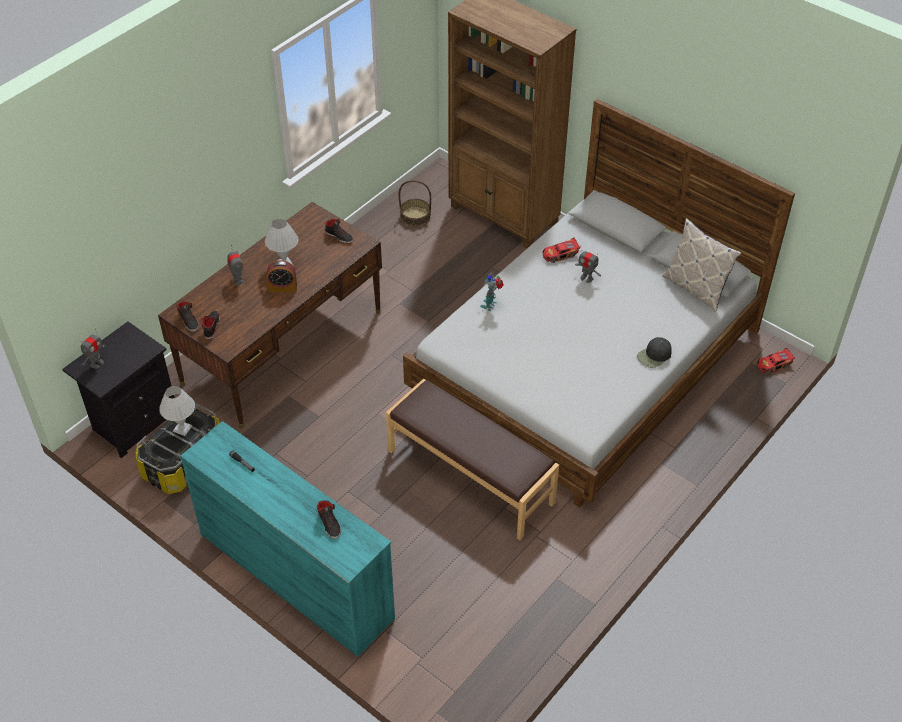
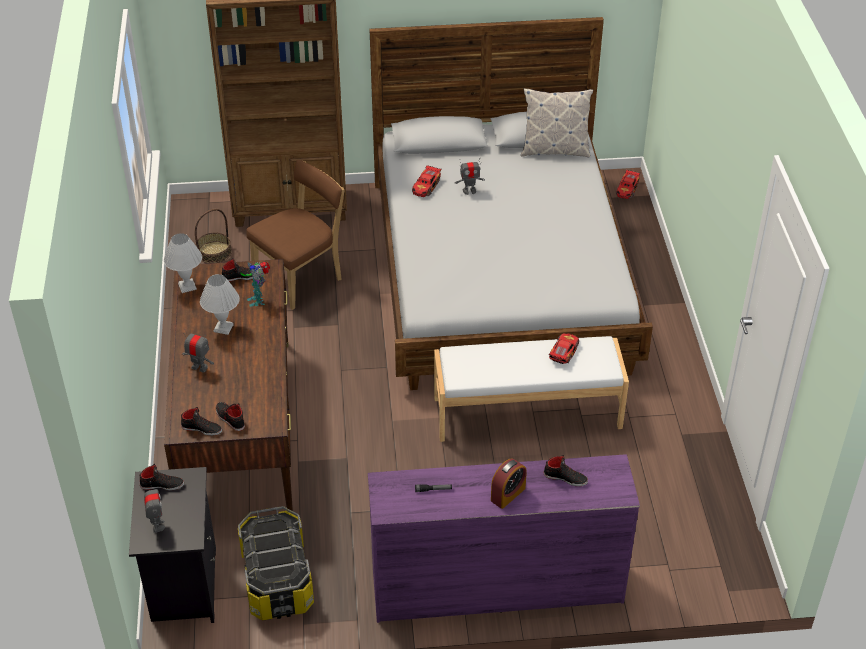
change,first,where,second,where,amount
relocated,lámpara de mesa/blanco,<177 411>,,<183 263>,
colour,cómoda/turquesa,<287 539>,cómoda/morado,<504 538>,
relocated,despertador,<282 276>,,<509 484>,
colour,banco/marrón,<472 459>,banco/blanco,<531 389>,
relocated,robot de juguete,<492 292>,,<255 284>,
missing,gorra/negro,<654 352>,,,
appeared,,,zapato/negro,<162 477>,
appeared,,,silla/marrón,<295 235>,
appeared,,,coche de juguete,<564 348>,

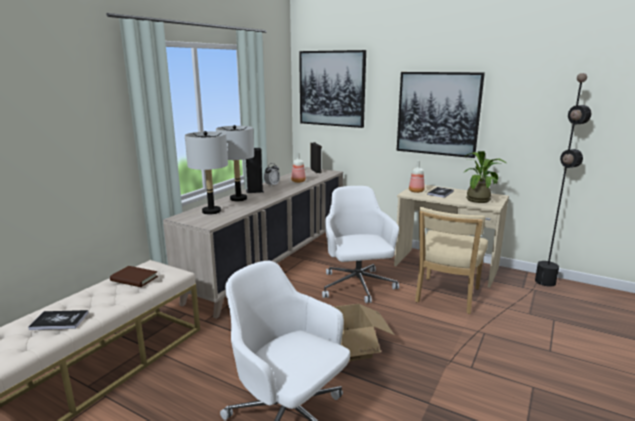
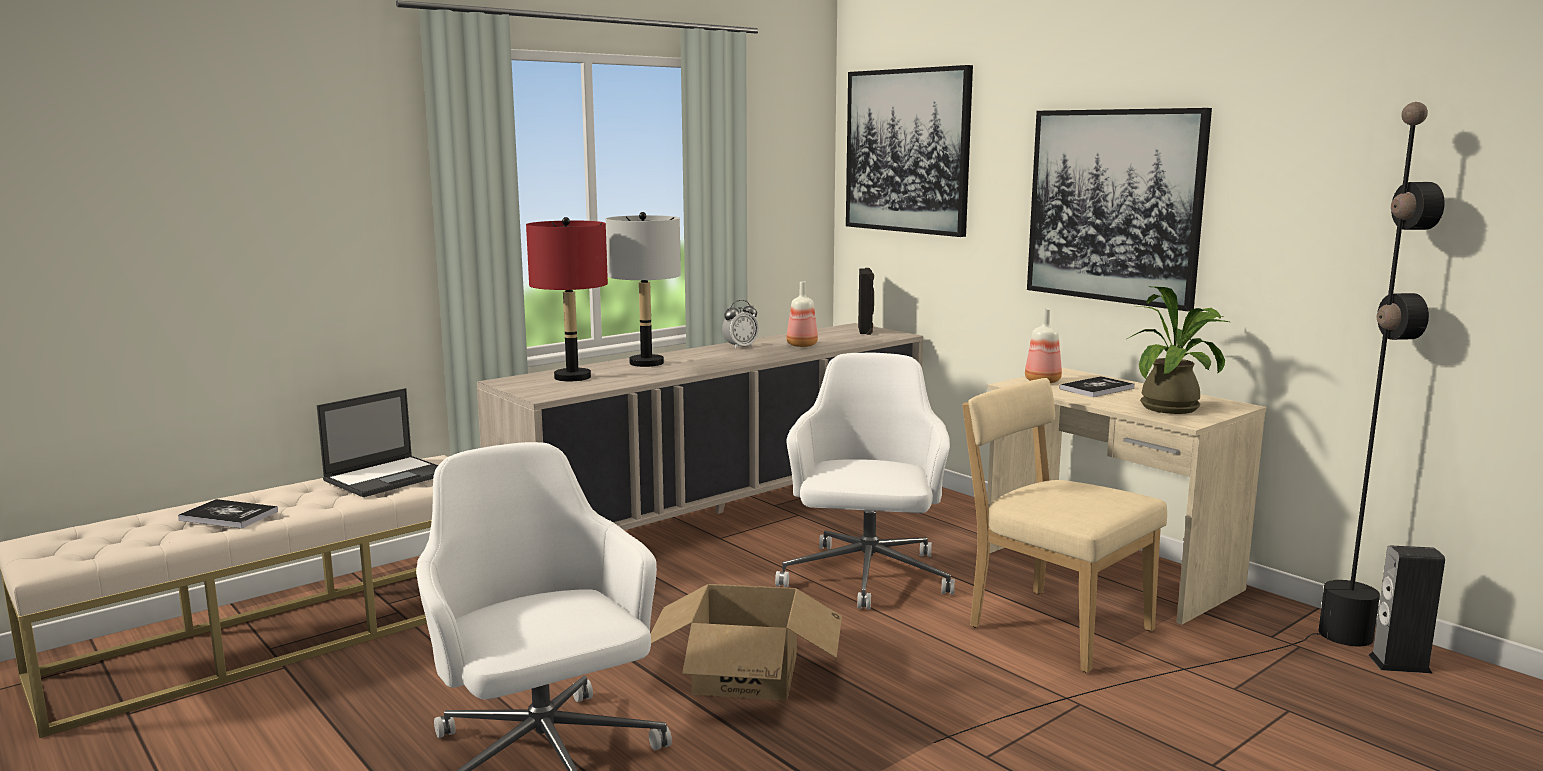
change,first,where,second,where,amount
exchanged,libro/marrón,<134 276>,portátil,<377 442>,
colour,lámpara de mesa/gris,<206 173>,lámpara de mesa/rojo,<567 299>,
relocated,altavoz,<255 170>,,<1406 609>,
spun,silla/beis,<451 260>,,<1064 525>,90 degrees clockwise

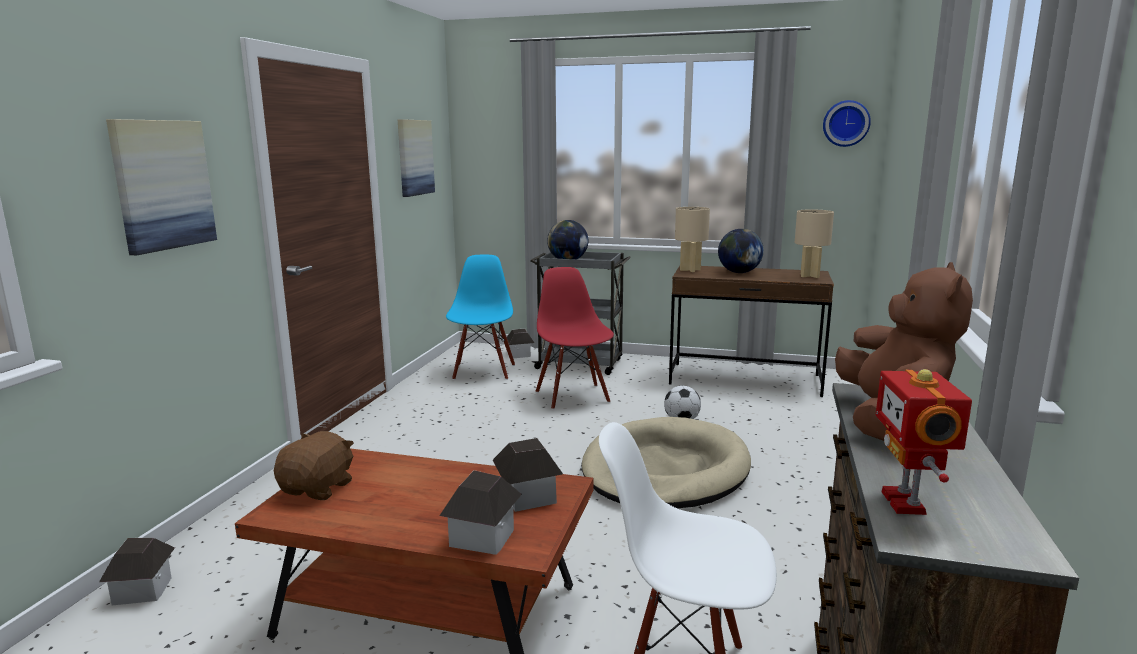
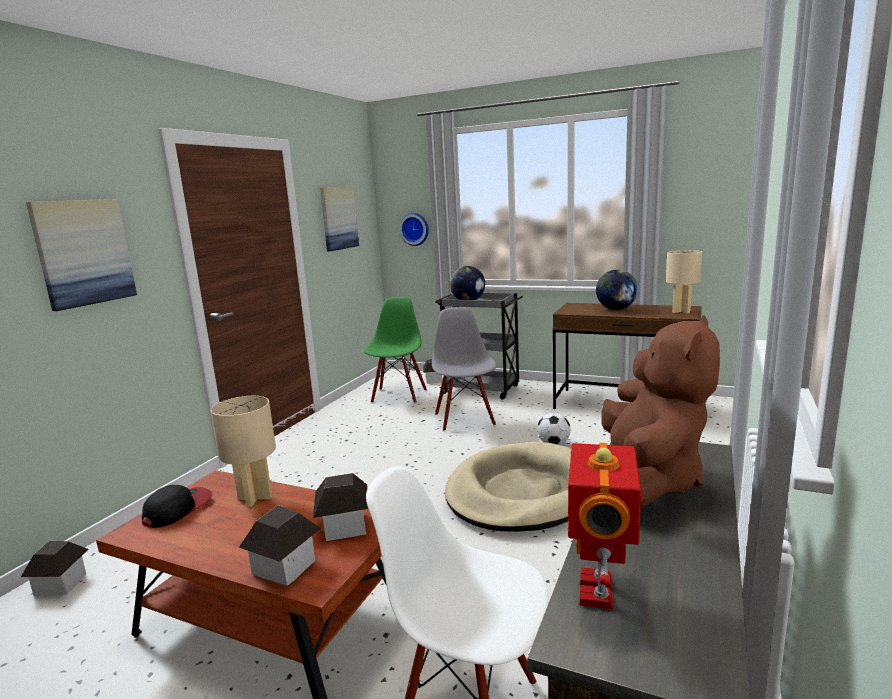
change,first,where,second,where,amount
exchanged,peluche/marrón,<314 465>,gorra,<177 506>,
colour,silla/azul,<480 317>,silla/verde,<395 350>,
colour,silla/rojo,<575 338>,silla/gris,<464 369>,
relocated,lámpara de mesa/beis,<692 239>,,<243 451>,
relocated,reloj de pared,<847 123>,,<414 229>,

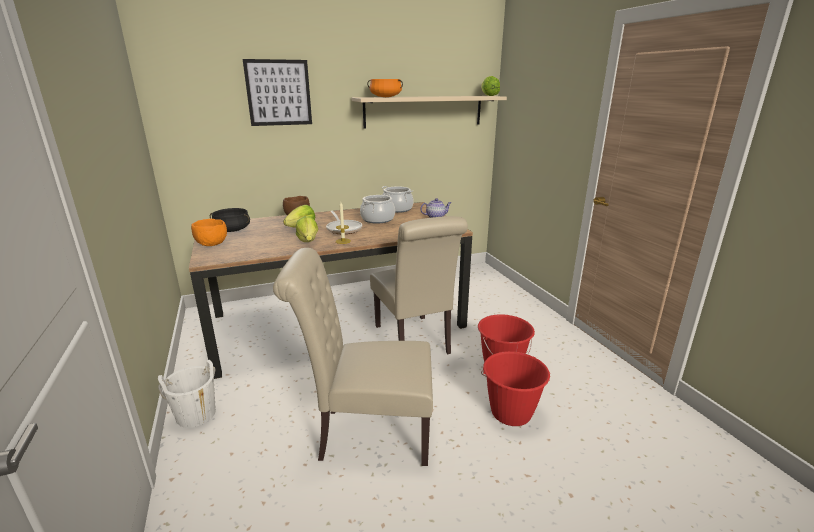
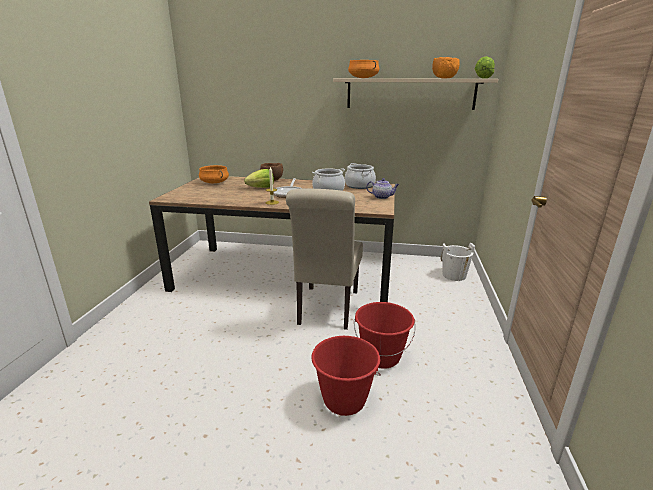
change,first,where,second,where,amount
relocated,cubo/blanco,<187 394>,,<458 262>,
relocated,cuenco/naranja,<209 232>,,<446 67>,
colour,olla/negro,<230 220>,olla/naranja,<214 174>,
missing,cuadro,<277 92>,,,
missing,silla/beis,<353 357>,,,
missing,lechuga,<307 229>,,,

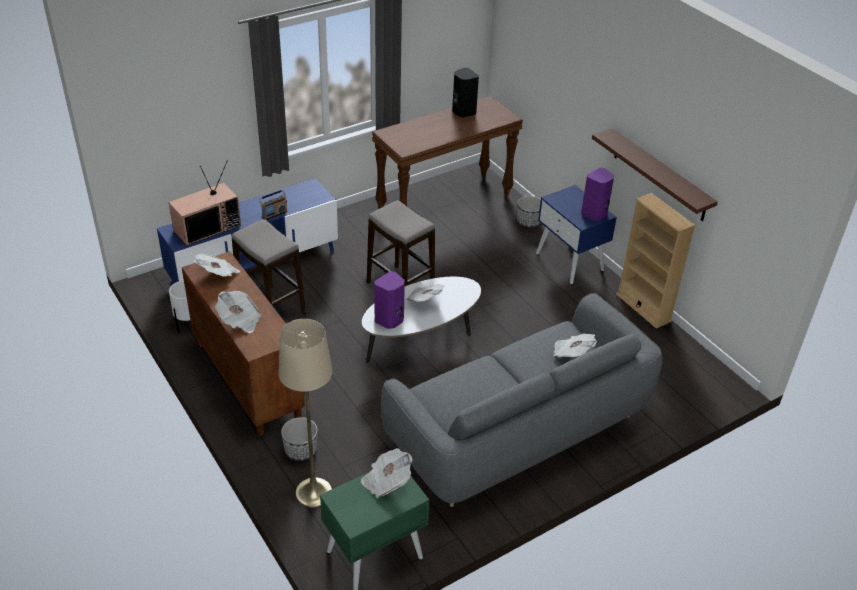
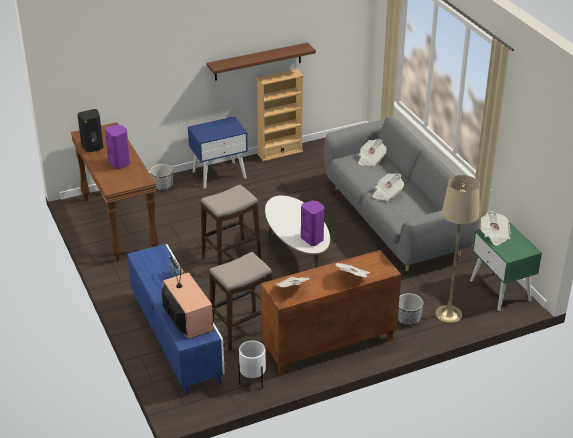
change,first,where,second,where,amount
relocated,periódico,<425 293>,,<388 187>,
relocated,altavoz/morado,<597 194>,,<117 147>,

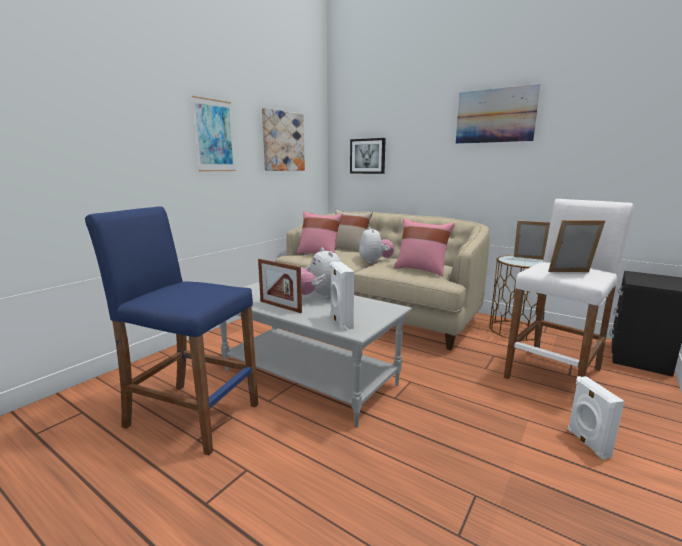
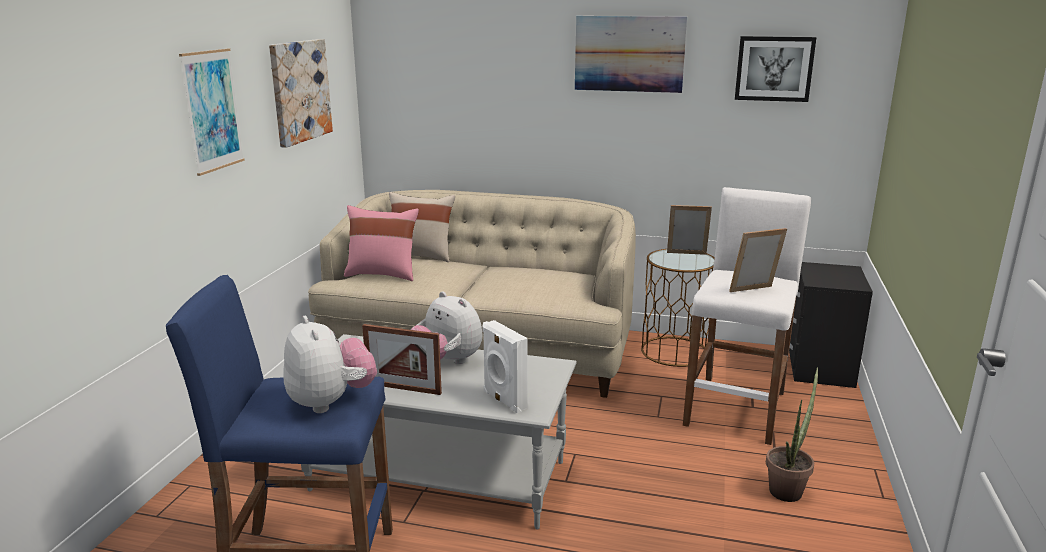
change,first,where,second,where,amount
relocated,cuadro,<368 156>,,<775 69>,
relocated,peluche,<376 245>,,<330 364>,
missing,cojín/rosa,<424 247>,,,
exchanged,altavoz/blanco,<596 418>,planta en maceta,<792 434>,

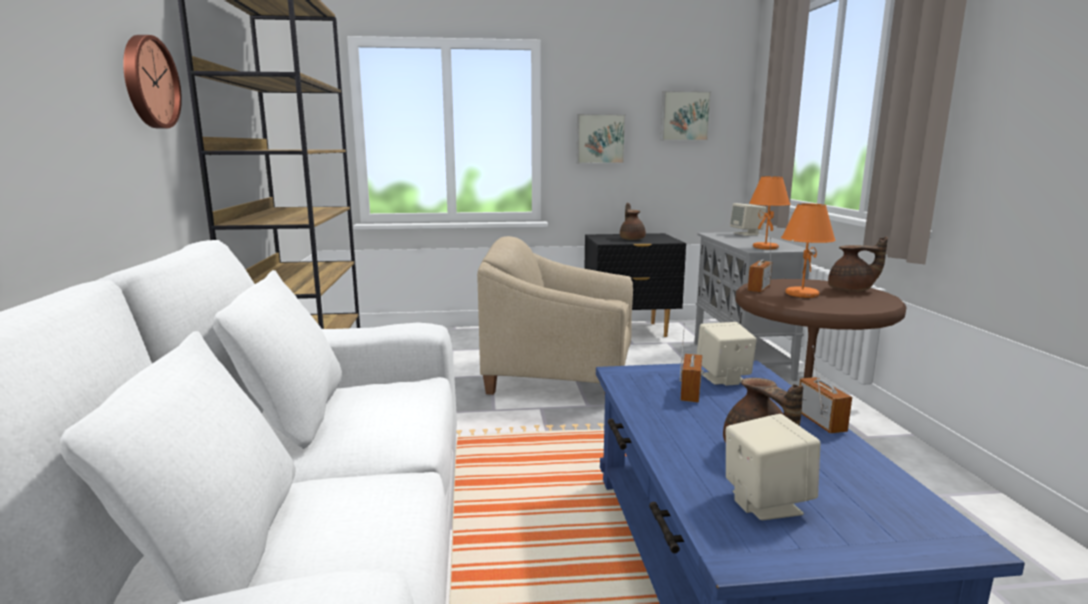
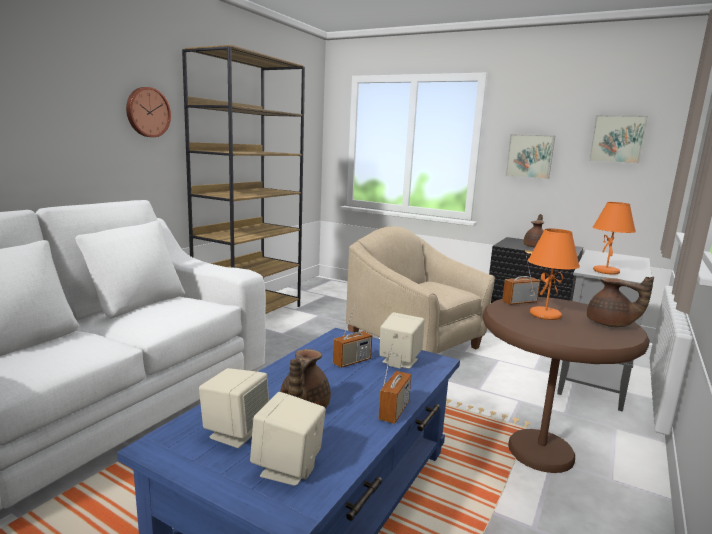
change,first,where,second,where,amount
relocated,altavoz/beis,<748 219>,,<288 439>,

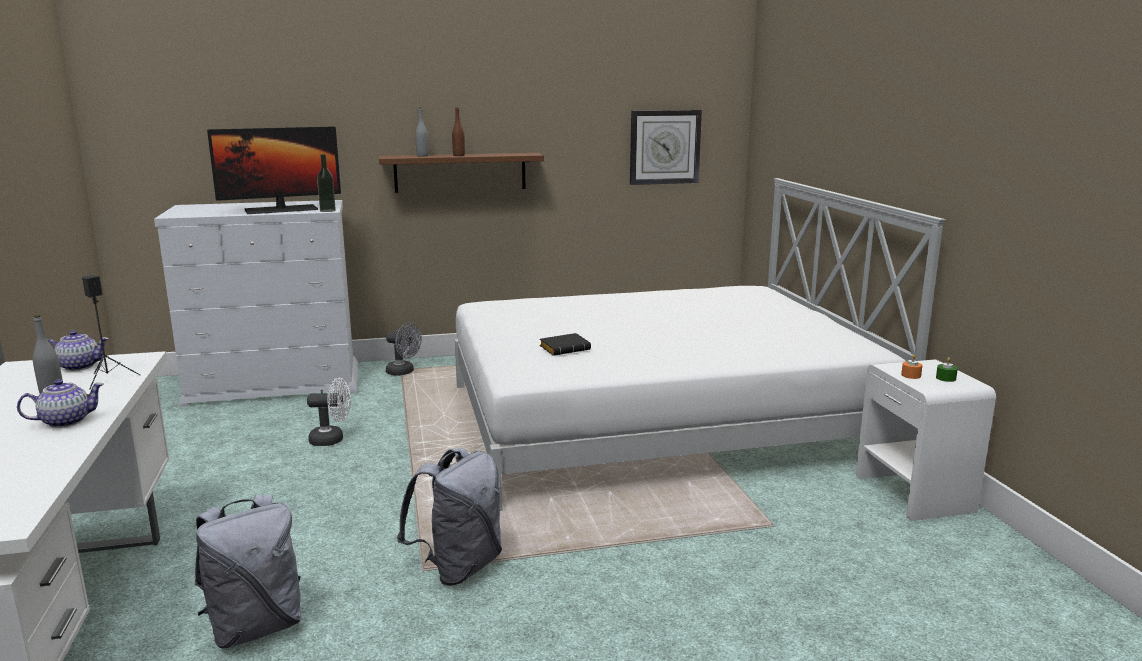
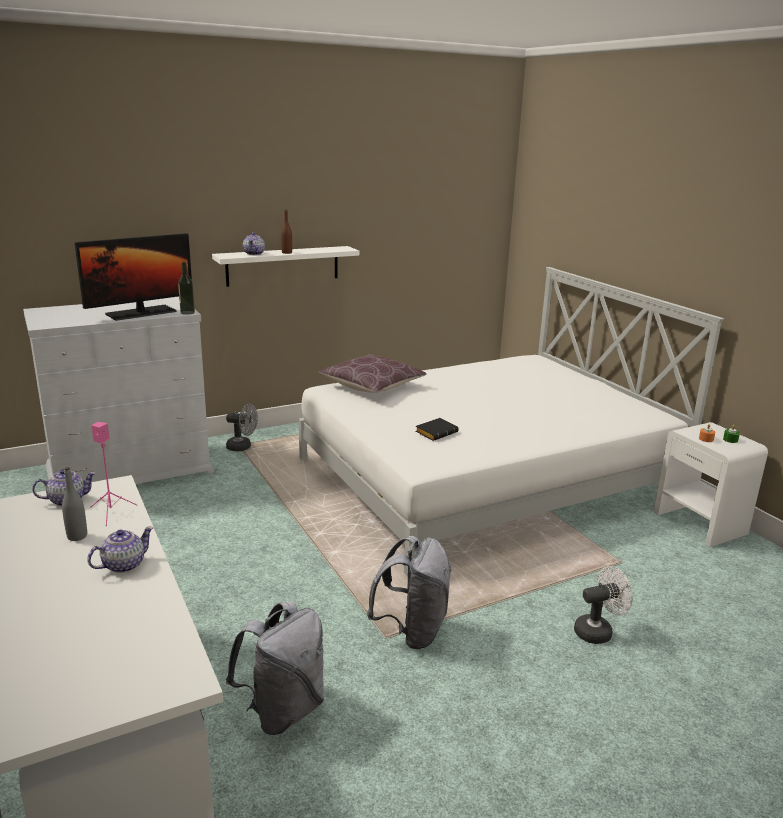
change,first,where,second,where,amount
colour,altavoz/negro,<111 332>,altavoz/rosa,<113 474>,
relocated,ventilador/blanco,<329 412>,,<603 605>,
colour,estante/marrón,<461 173>,estante/blanco,<285 266>,
exchanged,botella/gris,<422 132>,tetera,<254 243>,
missing,reloj de pared,<666 147>,,,
appeared,,,cojín/marrón,<372 374>,

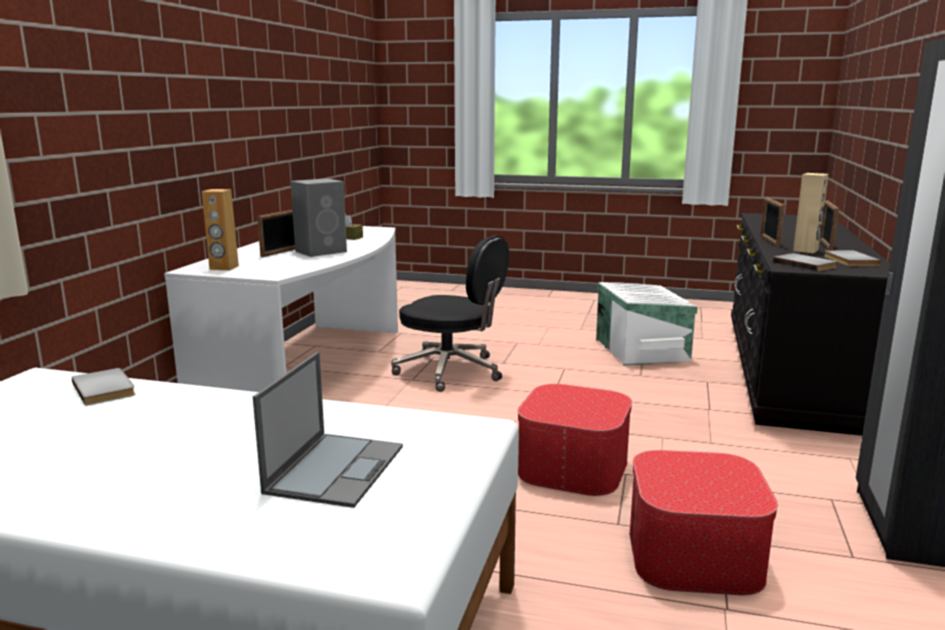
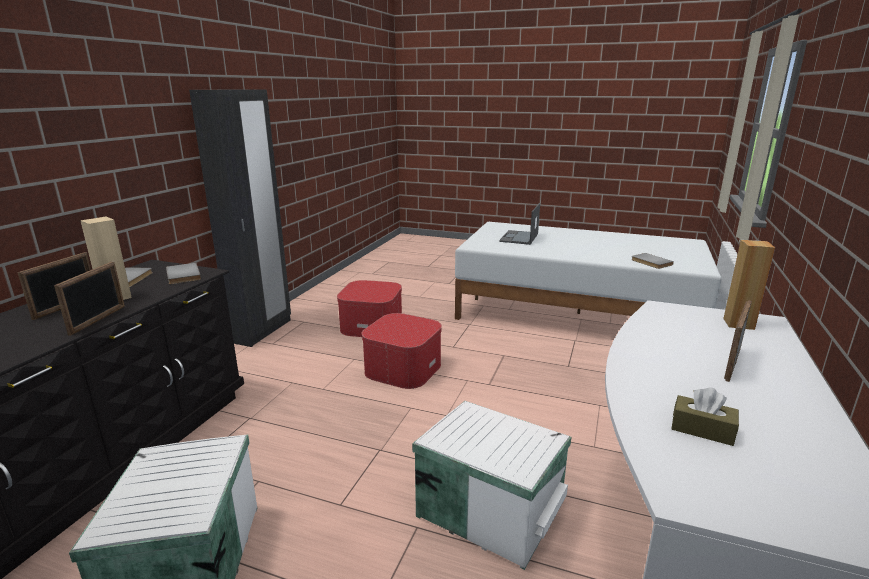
change,first,where,second,where,amount
missing,altavoz/gris,<319 217>,,,
exchanged,silla de oficina/negro,<450 313>,caja de almacenaje/blanco,<491 485>,

